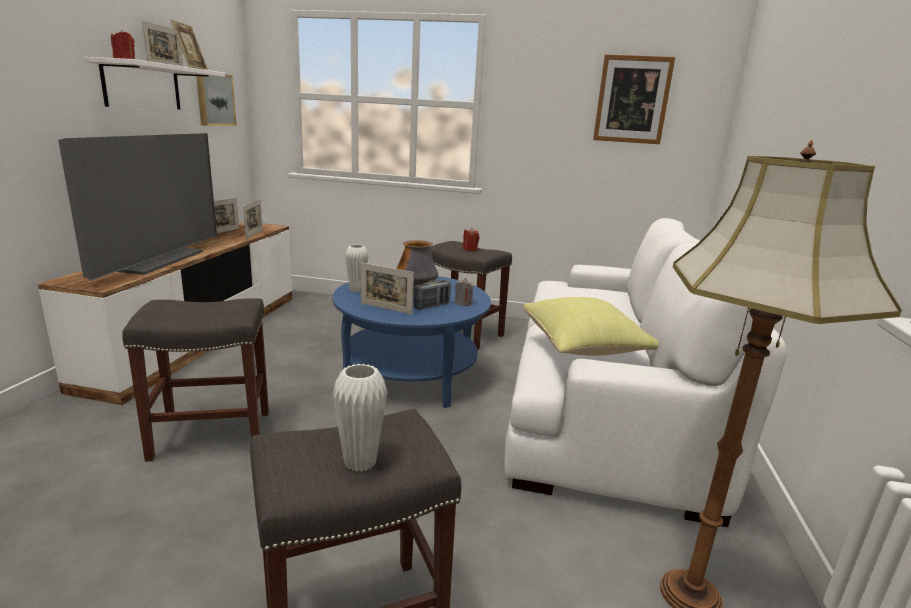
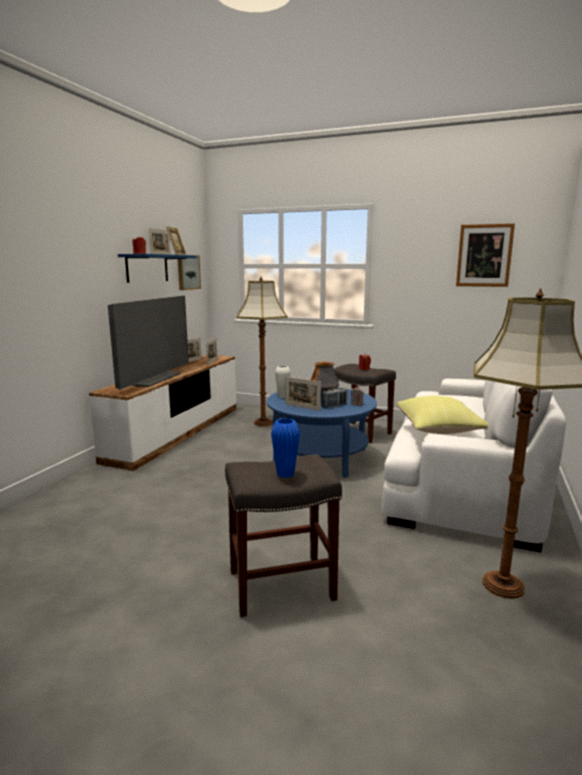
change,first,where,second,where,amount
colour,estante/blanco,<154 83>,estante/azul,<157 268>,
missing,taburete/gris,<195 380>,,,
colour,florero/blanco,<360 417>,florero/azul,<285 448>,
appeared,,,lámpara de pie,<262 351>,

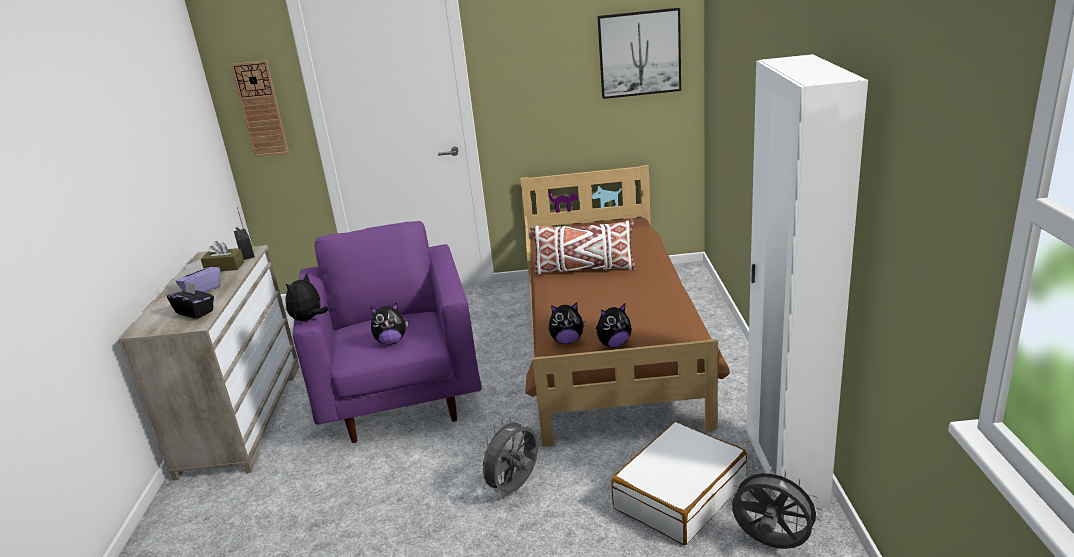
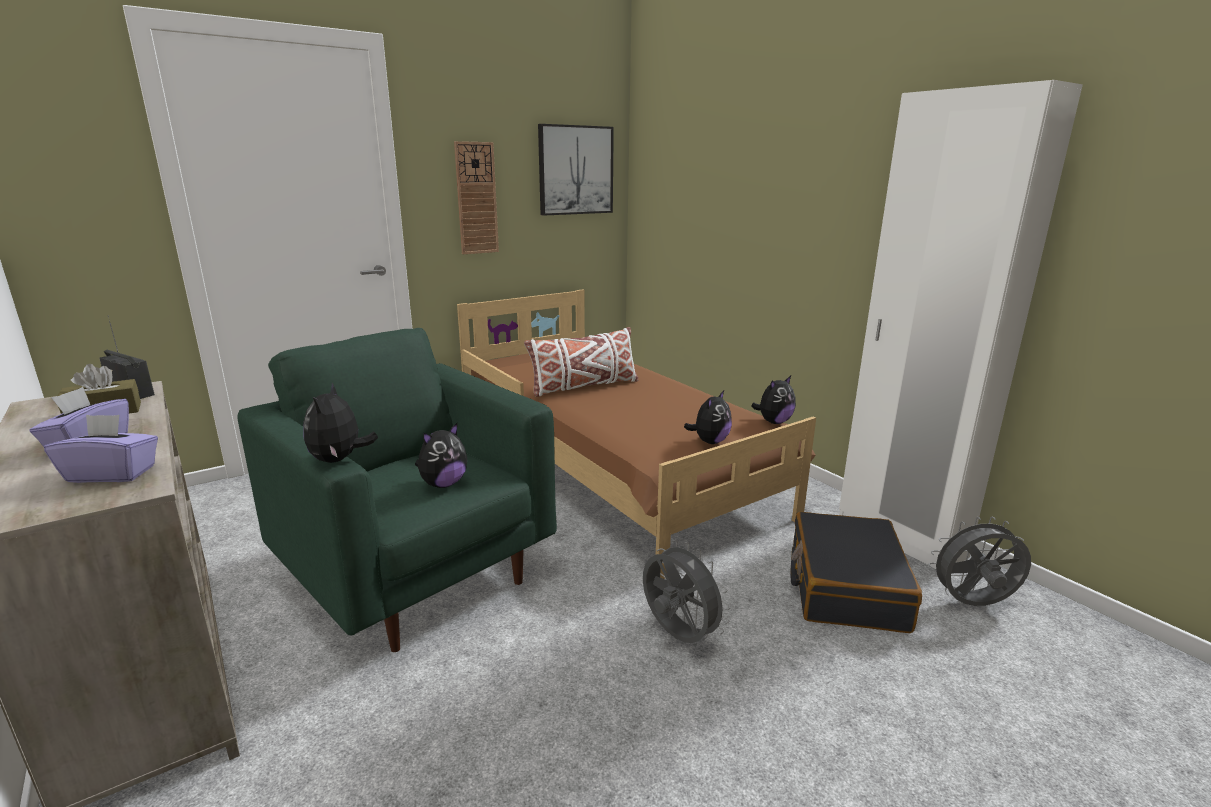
change,first,where,second,where,amount
colour,caja de pañuelos/negro,<190 300>,caja de pañuelos/morado,<101 448>,
relocated,reloj de pared,<260 108>,,<476 197>,
colour,sillón/morado,<387 332>,sillón/verde,<397 490>,
spun,ventilador/gris,<507 455>,,<687 591>,135 degrees clockwise
relocated,peluche,<567 323>,,<773 400>,
colour,maleta/blanco,<679 483>,maleta/negro,<856 572>,

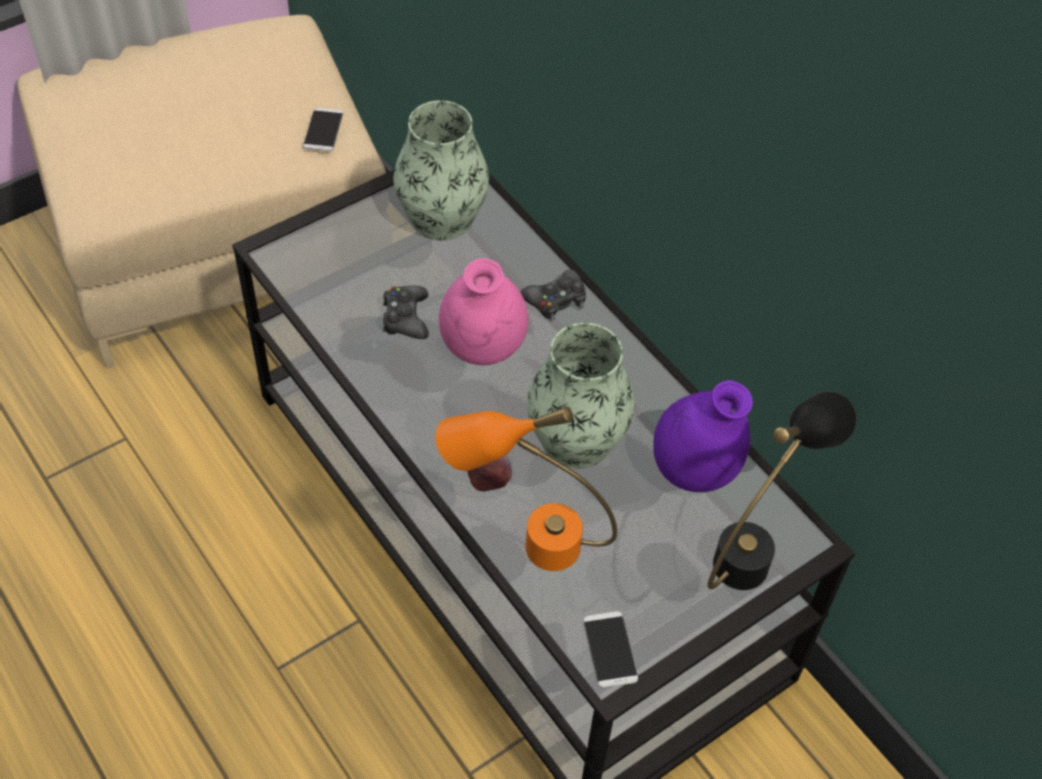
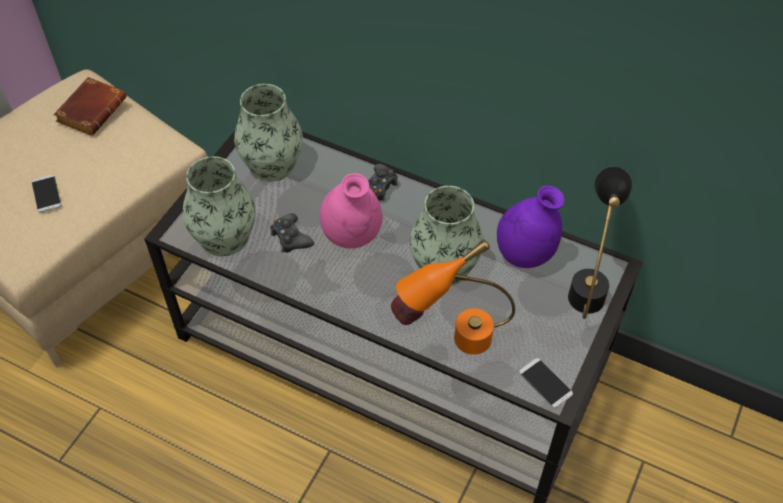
change,first,where,second,where,amount
relocated,móvil,<323 130>,,<46 194>,
appeared,,,libro/marrón,<89 106>,
appeared,,,florero,<219 206>,

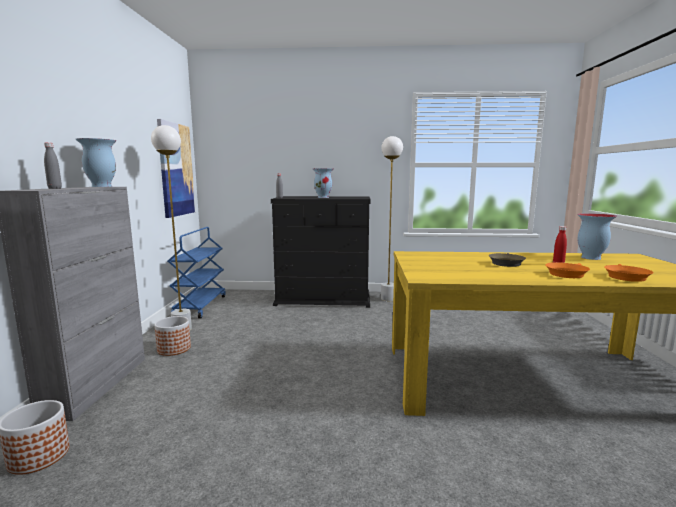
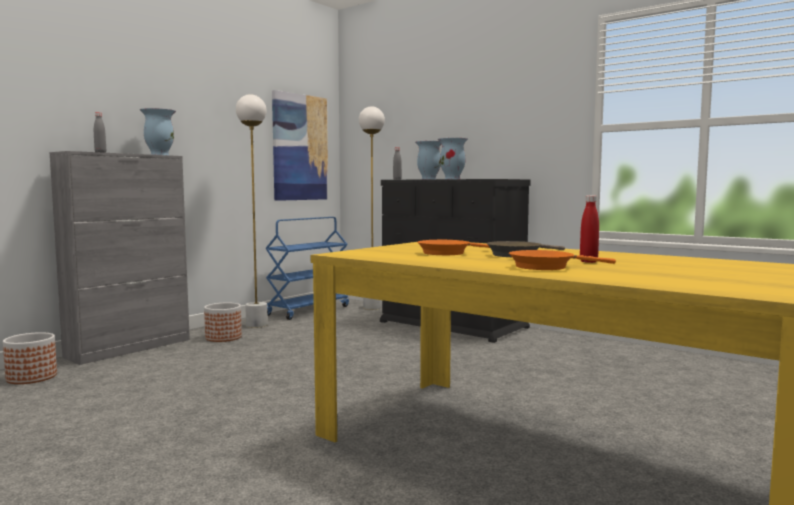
change,first,where,second,where,amount
relocated,lámpara de pie/blanco,<392 218>,,<372 208>,
relocated,florero,<597 236>,,<428 160>,
relocated,sartén/naranja,<629 273>,,<453 247>,

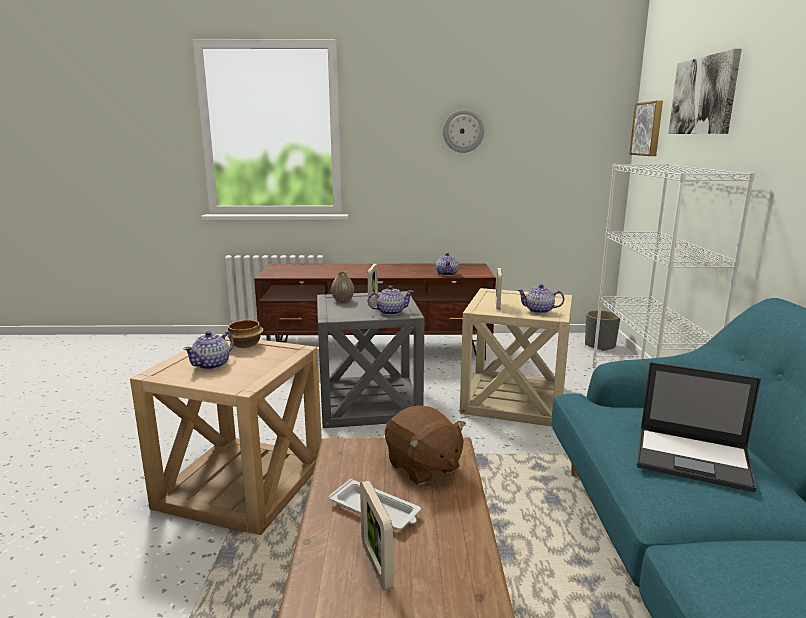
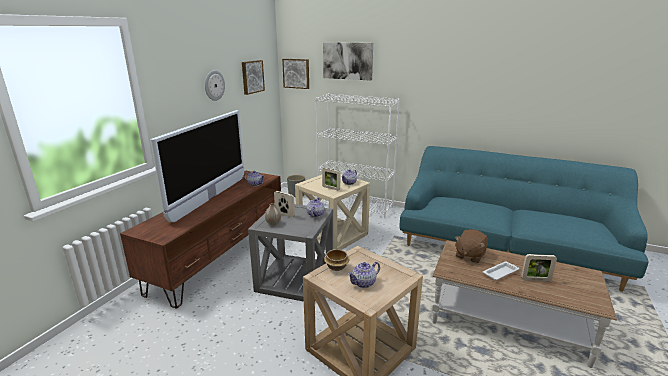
change,first,where,second,where,amount
spun,tetera,<208 350>,,<363 275>,90 degrees clockwise
spun,peluche/marrón,<425 445>,,<471 246>,135 degrees clockwise
missing,portátil,<699 427>,,,
appeared,,,televisor,<197 166>,
appeared,,,cuadro,<253 77>,

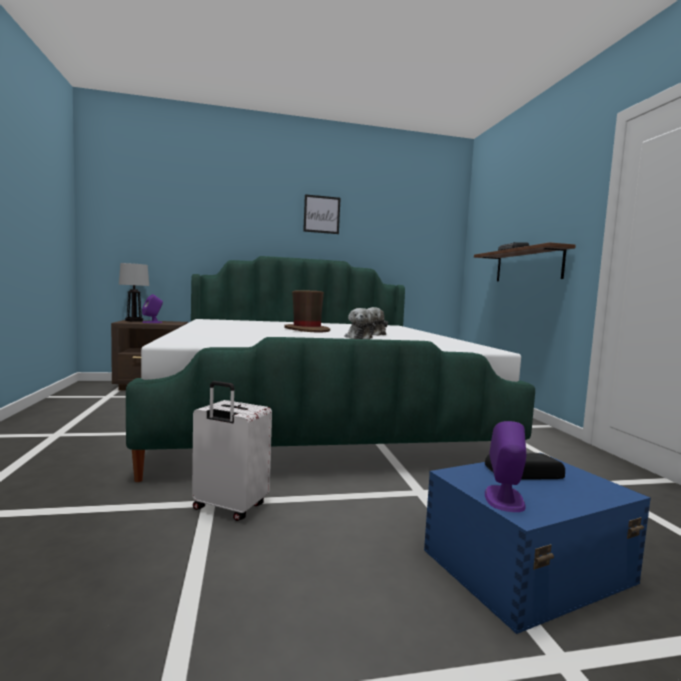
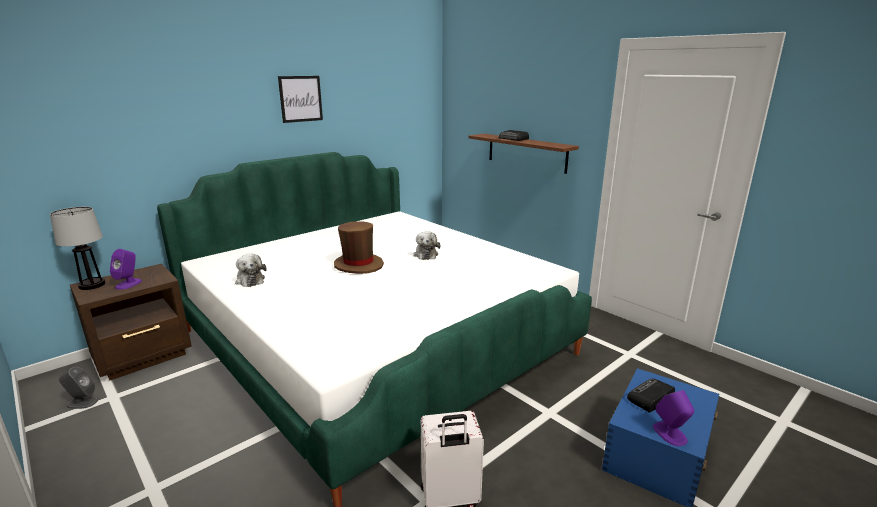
change,first,where,second,where,amount
relocated,peluche,<360 323>,,<250 270>,
appeared,,,altavoz/gris,<78 388>,

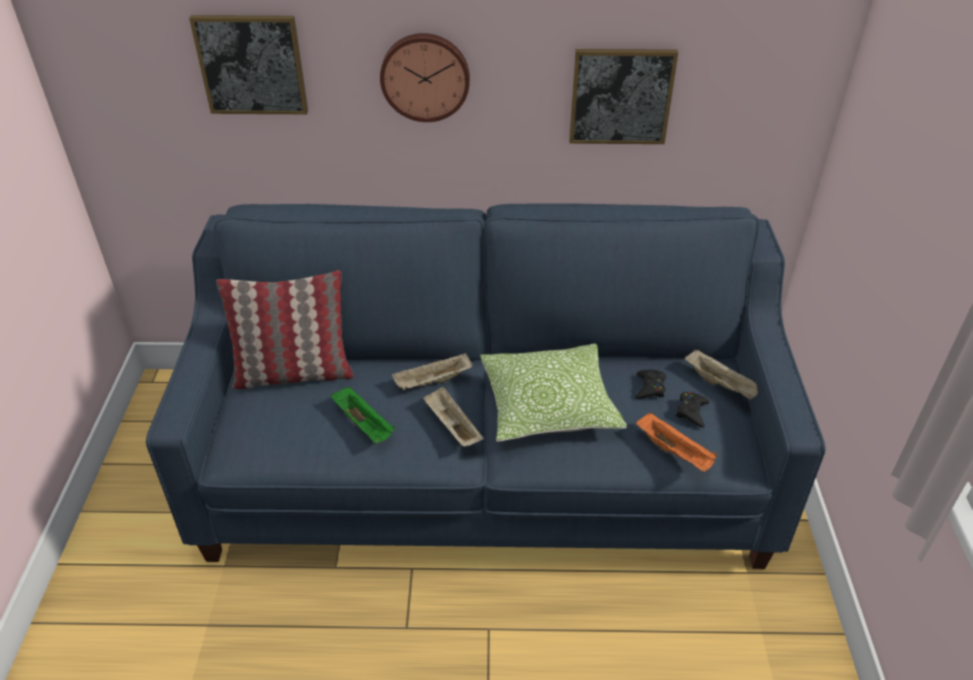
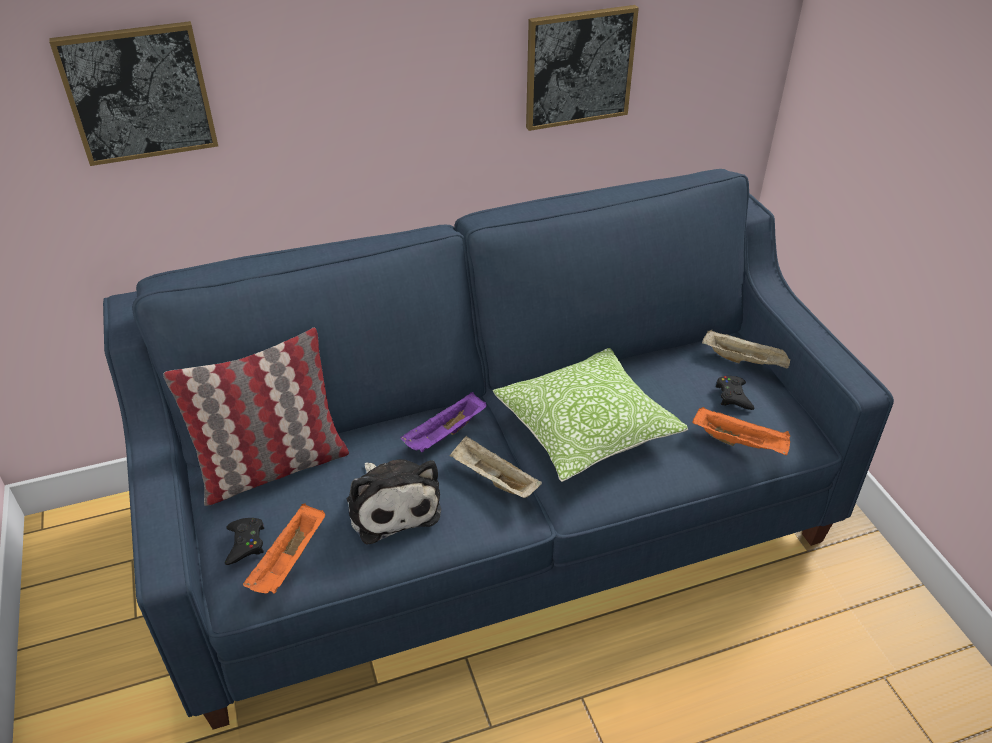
change,first,where,second,where,amount
exchanged,bandeja/verde,<363 415>,peluche,<394 501>,
missing,reloj de pared,<425 77>,,,
colour,bandeja/beis,<432 371>,bandeja/morado,<444 422>,
relocated,mando de consola/negro,<650 384>,,<244 541>,
appeared,,,bandeja/naranja,<284 548>,

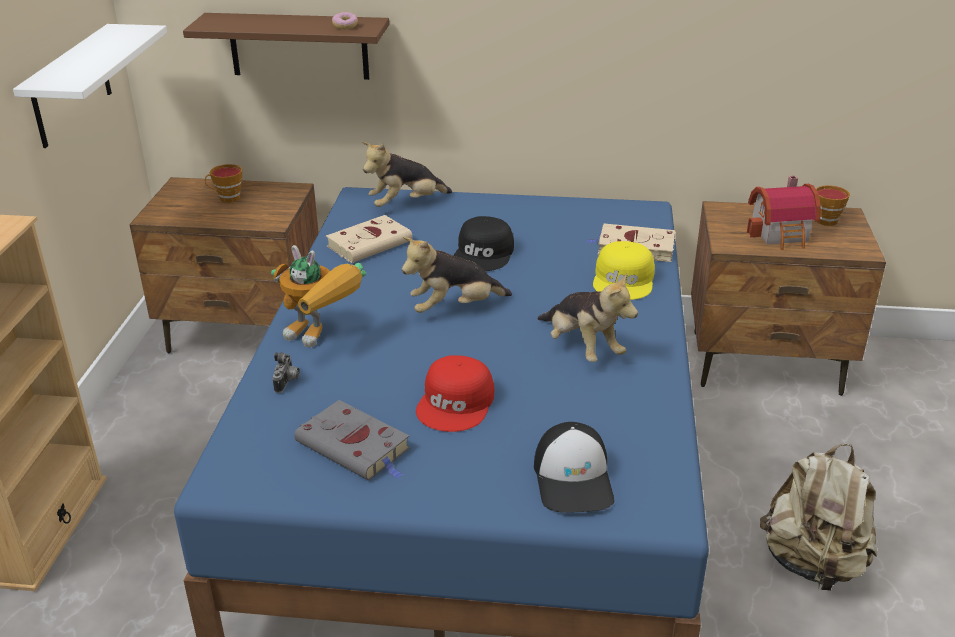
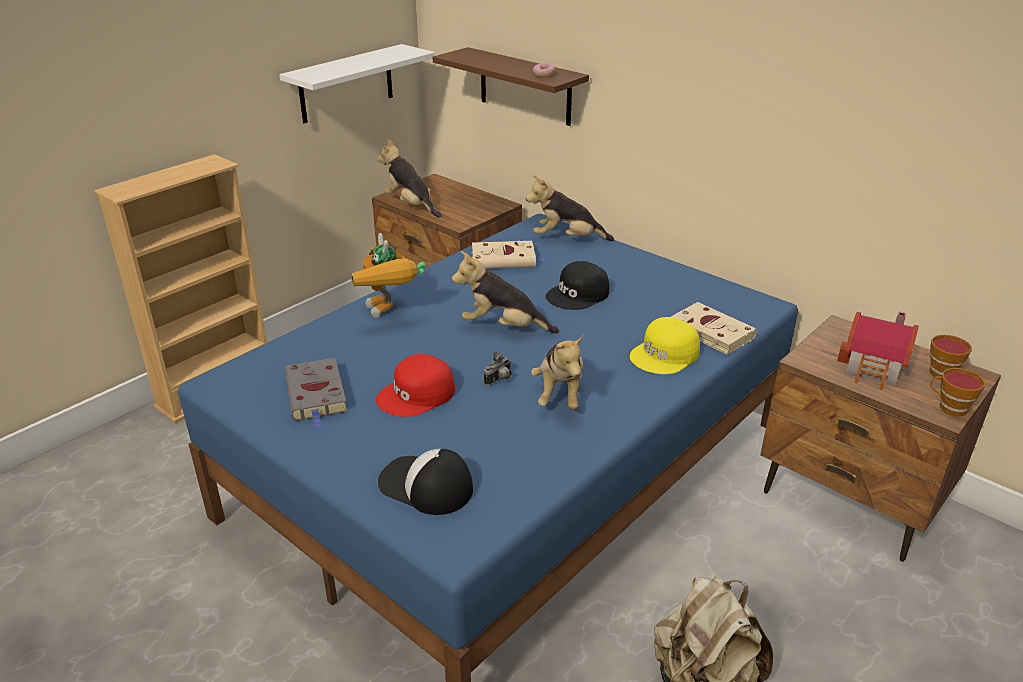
change,first,where,second,where,amount
relocated,taza,<223 183>,,<958 392>,
relocated,cámara,<286 373>,,<498 368>,
spun,gorra,<574 467>,,<425 481>,90 degrees clockwise
appeared,,,peluche,<409 178>,

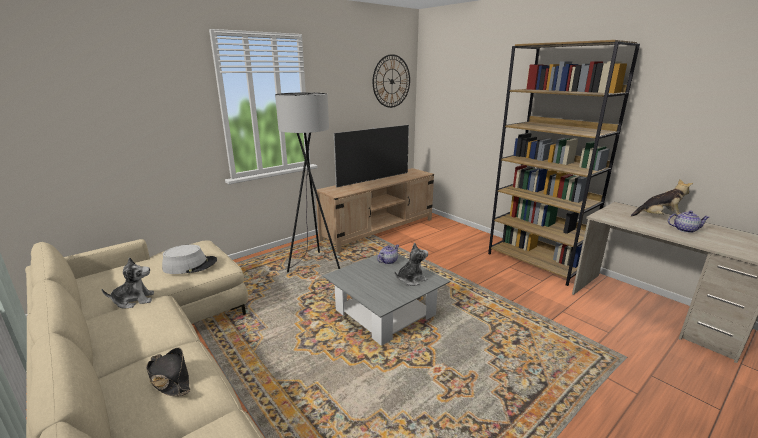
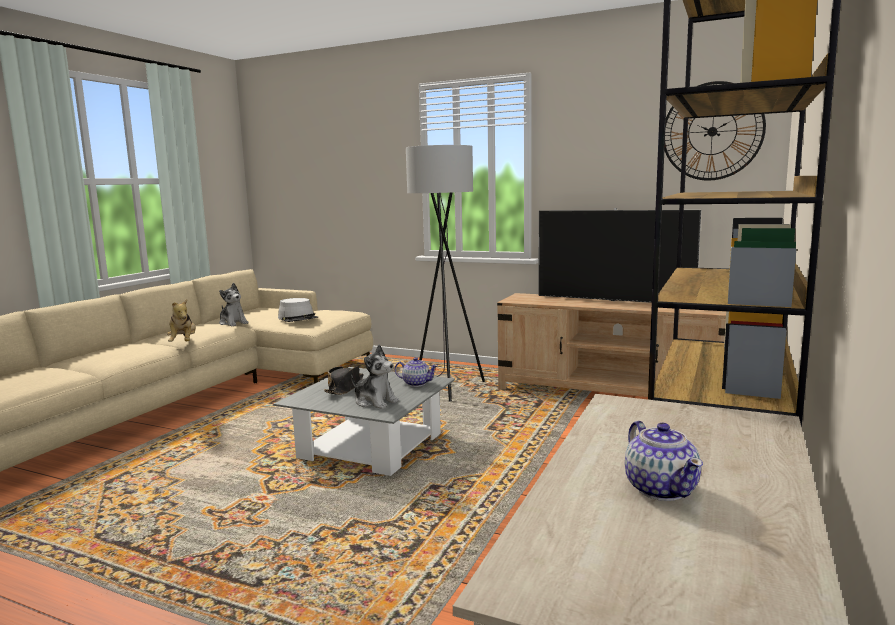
change,first,where,second,where,amount
relocated,sombrero/negro,<168 372>,,<344 380>,
relocated,peluche,<662 198>,,<181 320>,

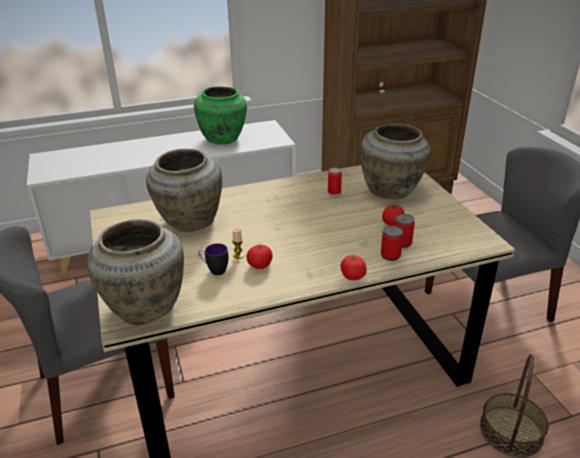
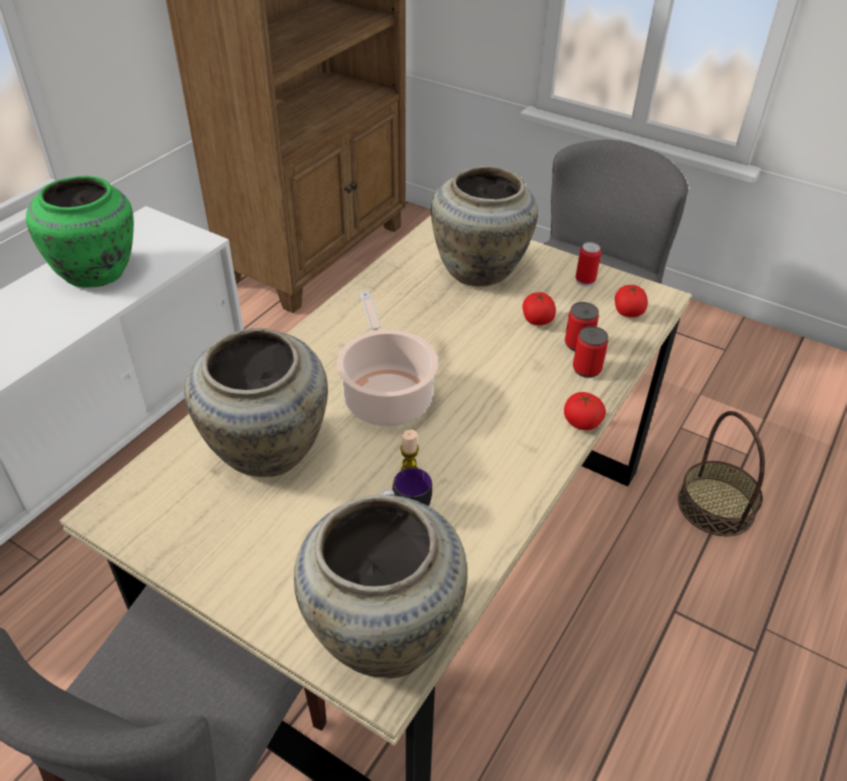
change,first,where,second,where,amount
relocated,tomate,<259 256>,,<631 301>,
relocated,lata,<335 182>,,<588 264>,
appeared,,,olla,<387 359>,

